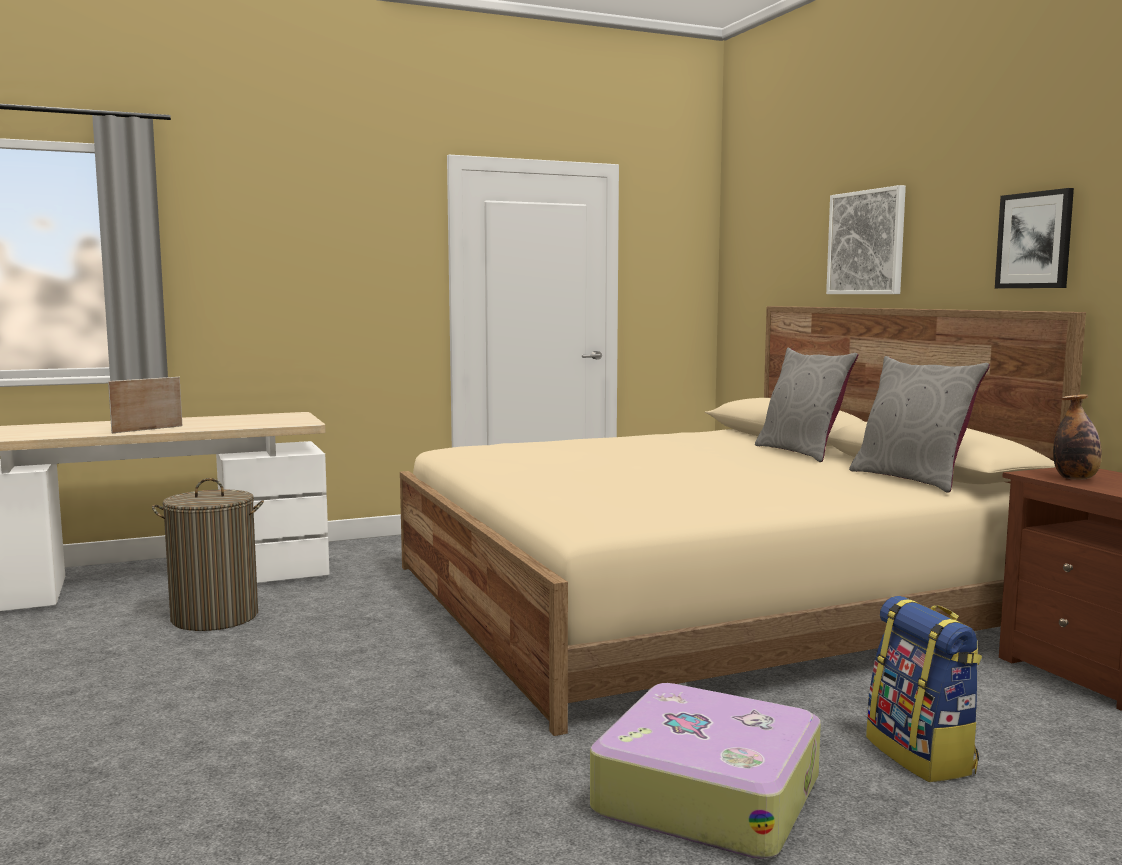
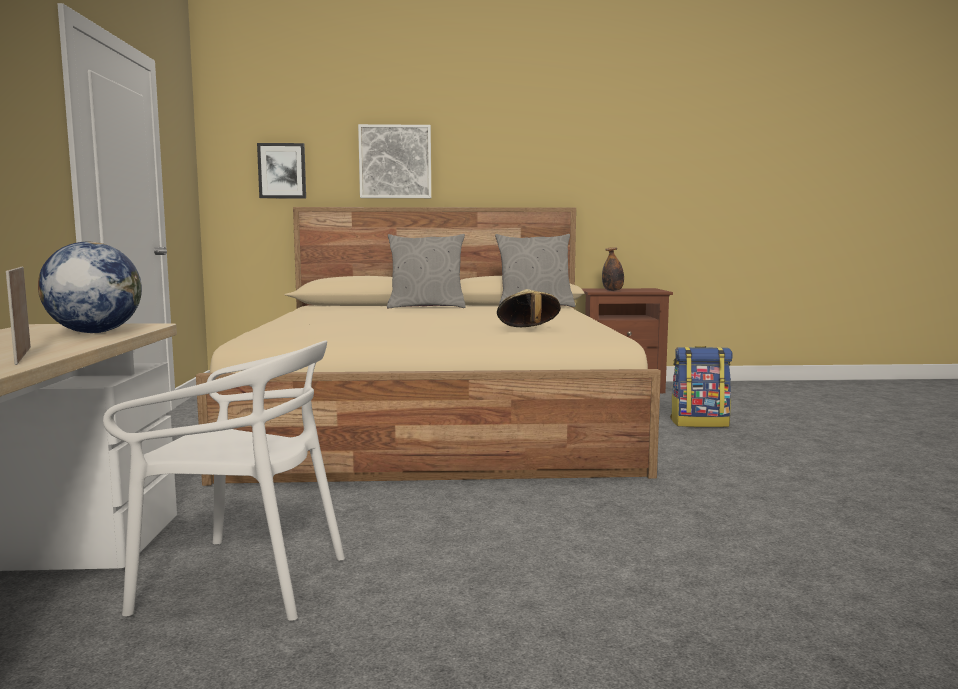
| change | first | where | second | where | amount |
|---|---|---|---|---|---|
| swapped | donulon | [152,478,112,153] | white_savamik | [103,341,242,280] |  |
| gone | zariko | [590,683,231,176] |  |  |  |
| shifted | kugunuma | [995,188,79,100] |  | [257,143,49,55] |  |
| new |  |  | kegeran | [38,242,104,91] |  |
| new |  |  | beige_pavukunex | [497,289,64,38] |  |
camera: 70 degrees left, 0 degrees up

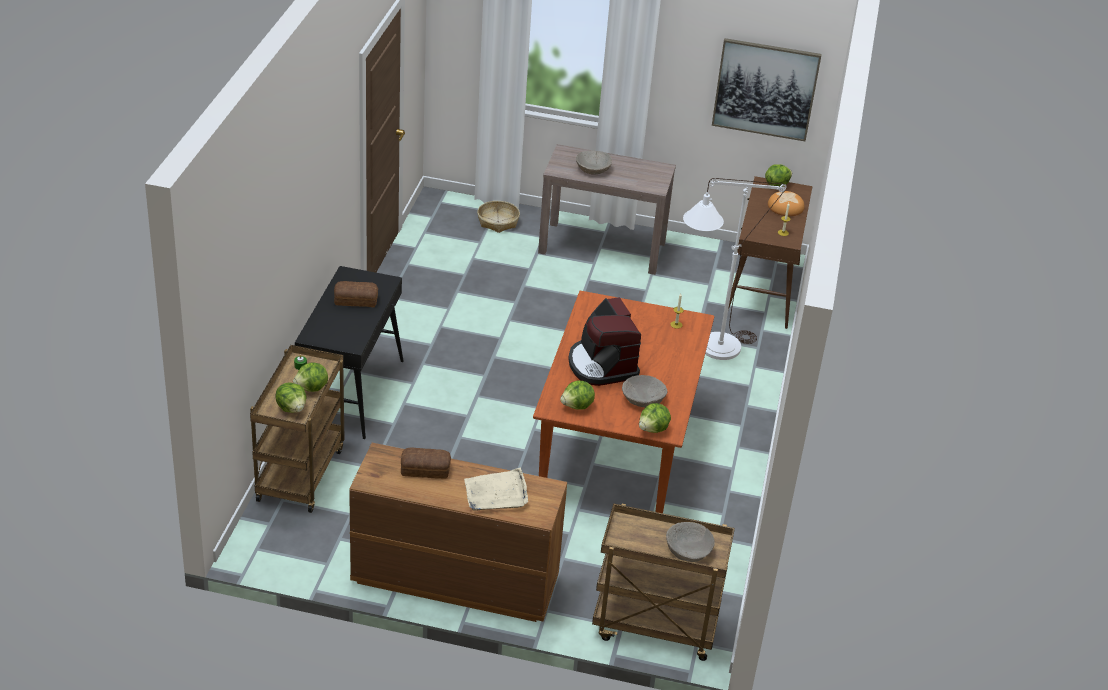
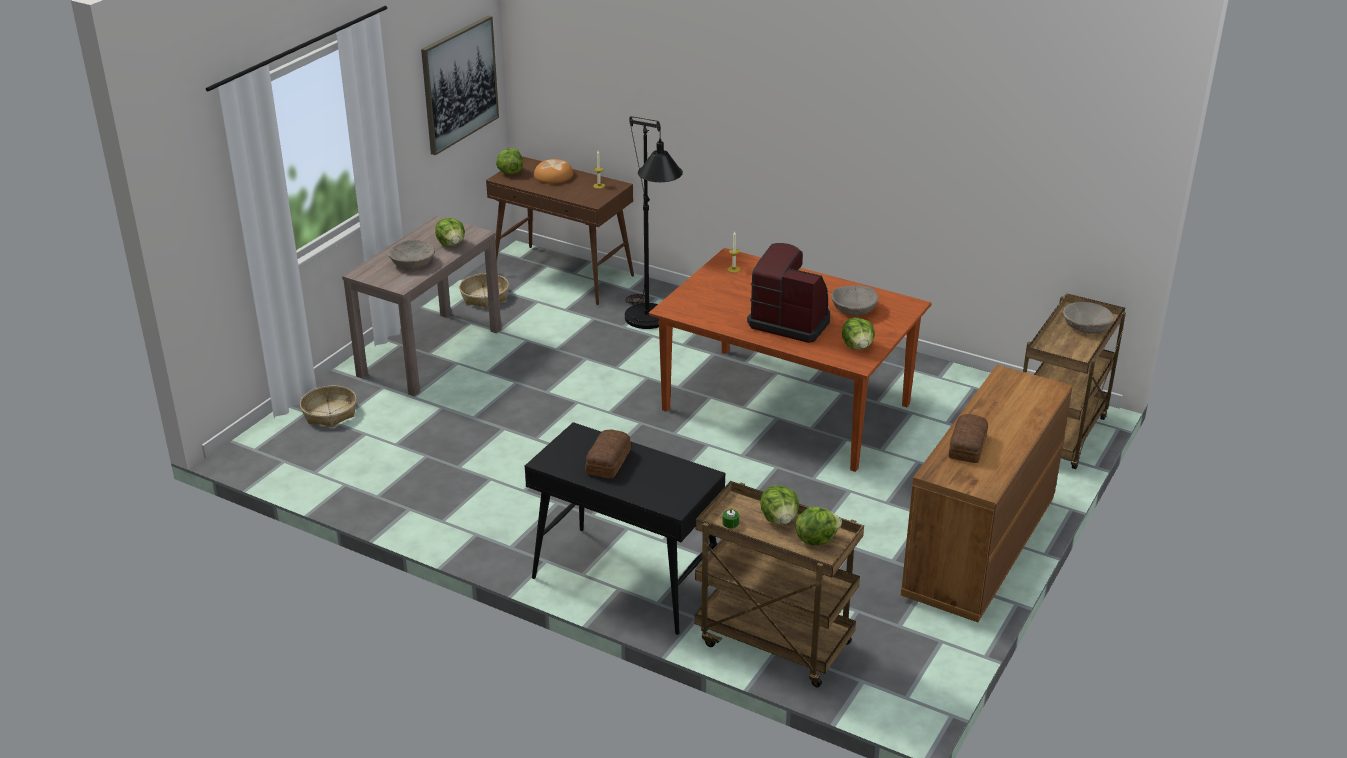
| change | first | where | second | where | amount |
|---|---|---|---|---|---|
| gone | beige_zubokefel | [464,468,64,42] |  |  |  |
| rotated | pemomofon | [568,297,73,89] |  | [747,243,83,100] | 150 degrees counterclockwise |
| shifted | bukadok | [639,403,32,30] |  | [435,218,30,28] |  |
| repainted | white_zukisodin | [683,178,104,182] | black_zukisodin | [625,116,58,213] |  |
| new |  |  | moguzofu | [459,273,50,35] |  |
camera: 70 degrees left, 5 degrees down

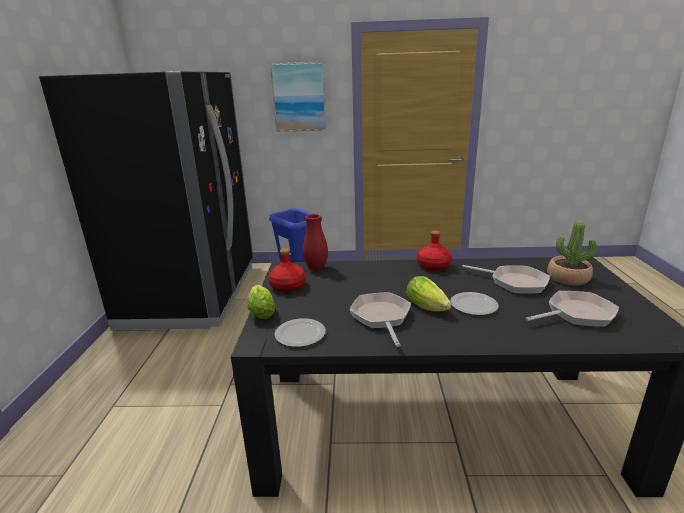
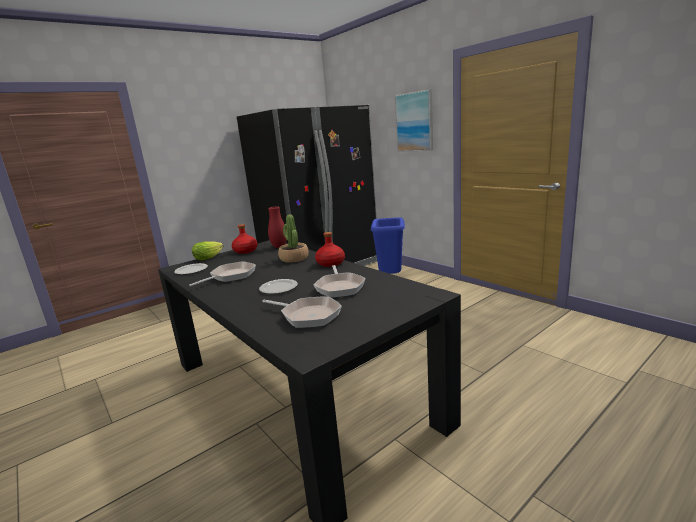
| change | first | where | second | where | amount |
|---|---|---|---|---|---|
| gone | bukadok | [406,276,46,35] |  |  |  |
| shifted | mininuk | [547,221,50,64] |  | [278,214,31,49] |  |
camera: 50 degrees right, 5 degrees down

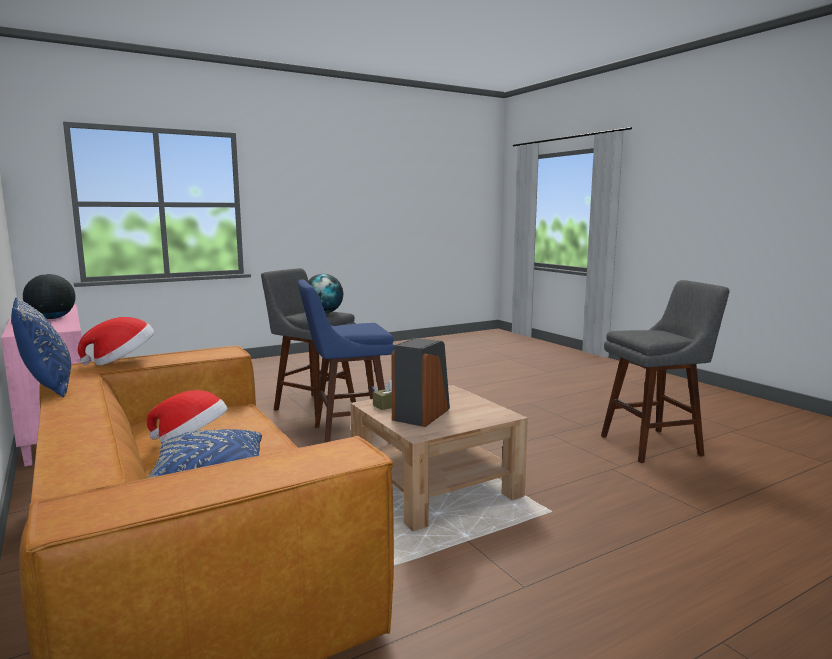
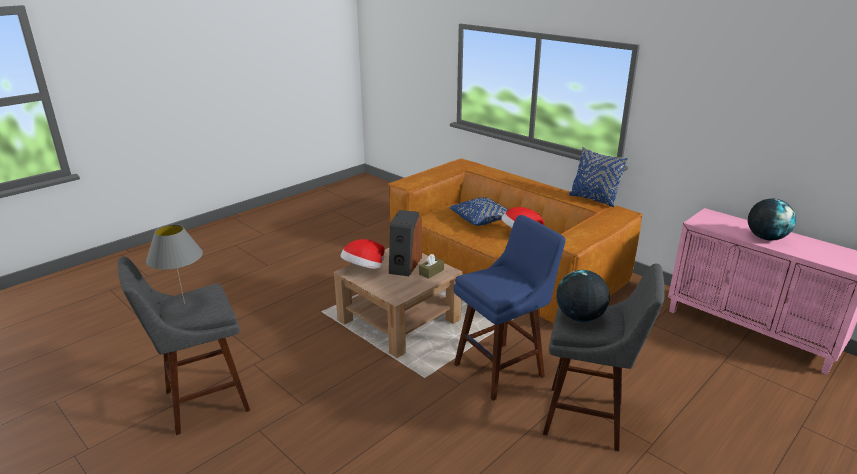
| change | first | where | second | where | amount |
|---|---|---|---|---|---|
| shifted | pavukunex | [78,317,76,48] |  | [340,239,45,30] |  |
| new |  |  | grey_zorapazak | [146,224,57,80] |  |
camera: 165 degrees right, 15 degrees up

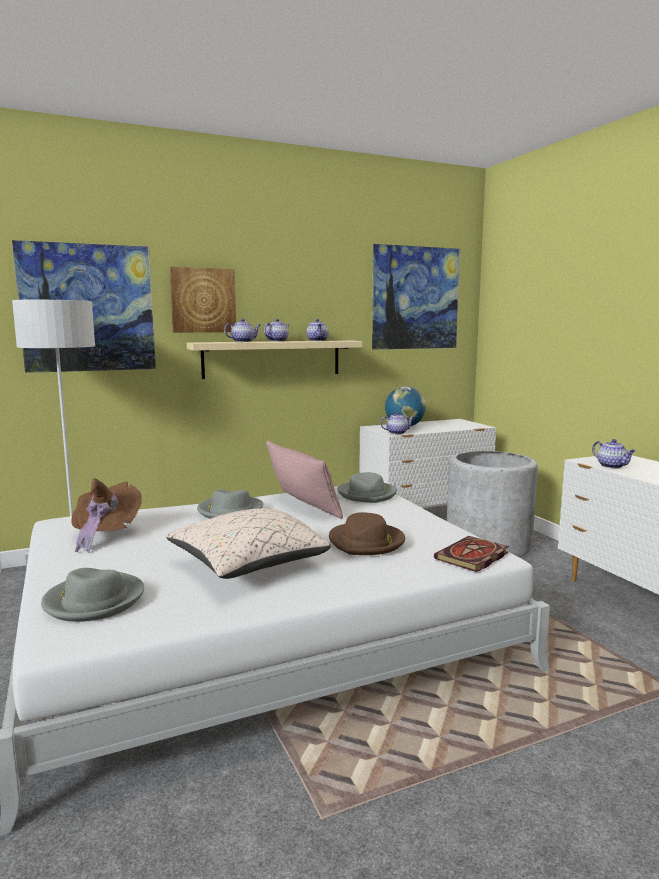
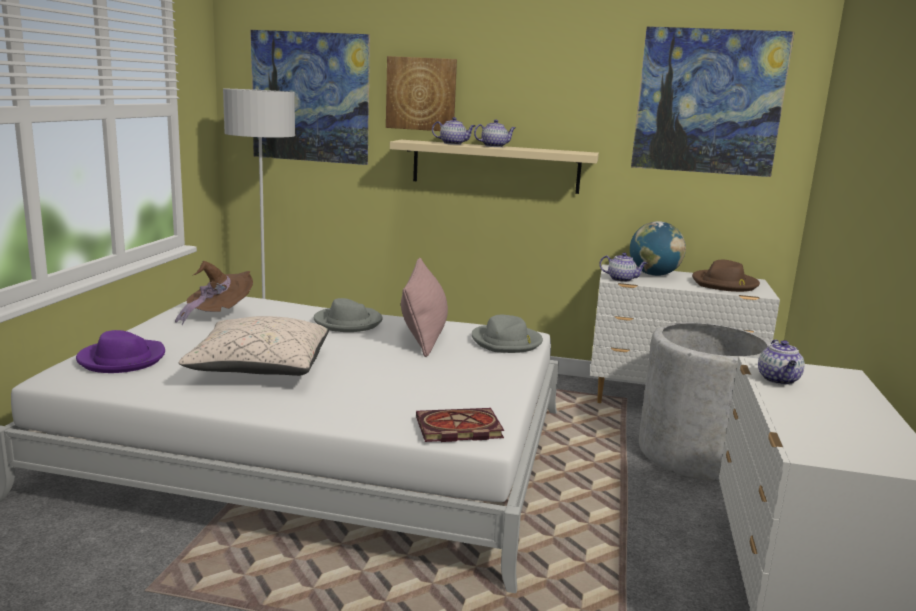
| change | first | where | second | where | amount |
|---|---|---|---|---|---|
| repainted | grey_pavukunex | [41,568,103,54] | purple_pavukunex | [76,330,89,43] |  |
| gone | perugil | [306,319,23,22] |  |  |  |
| shifted | brown_pavukunex | [329,512,76,43] |  | [692,260,68,32] |  |
camera: 35 degrees right, 5 degrees up

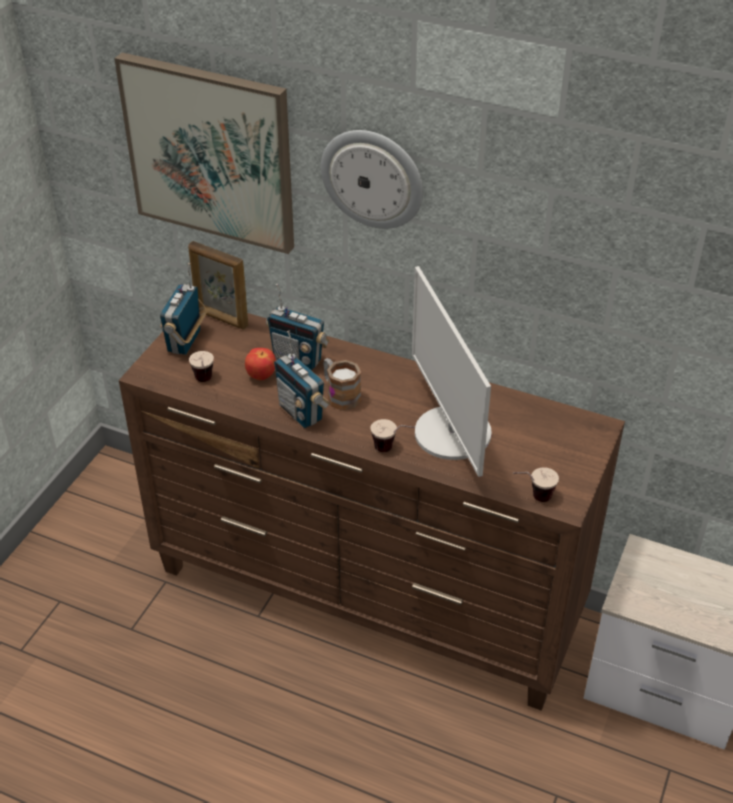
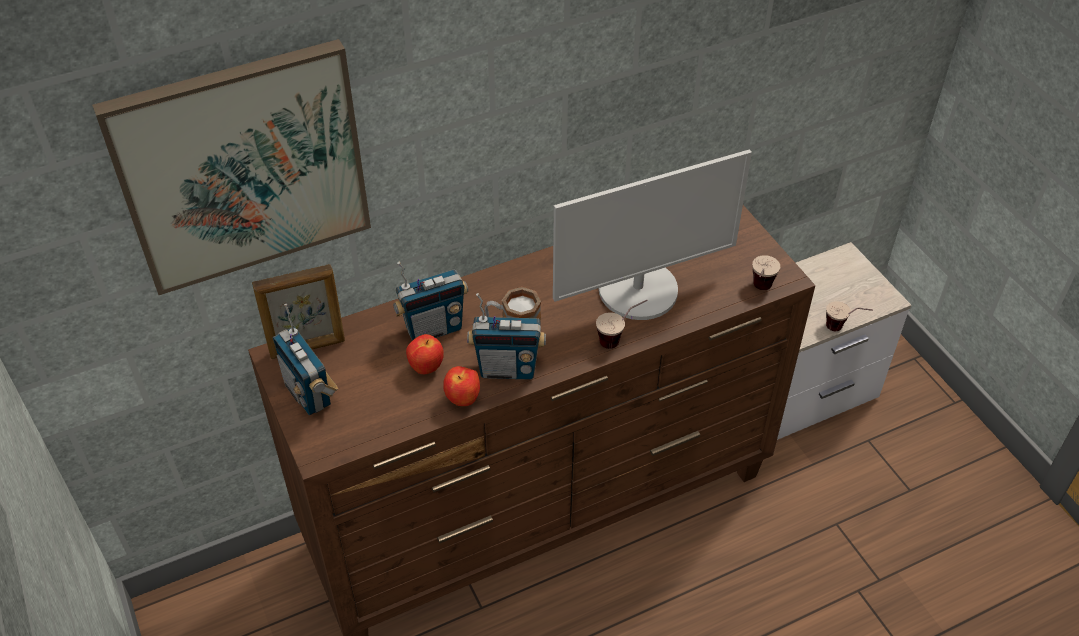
| change | first | where | second | where | amount |
|---|---|---|---|---|---|
| shifted | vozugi | [189,351,25,31] |  | [826,301,47,30] |  |
| gone | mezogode | [321,130,102,99] |  |  |  |
| rotated | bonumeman | [412,266,79,211] |  | [553,149,199,171] | 45 degrees counterclockwise |
| new |  |  | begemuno | [443,366,37,40] |  |
camera: 50 degrees left, 5 degrees up

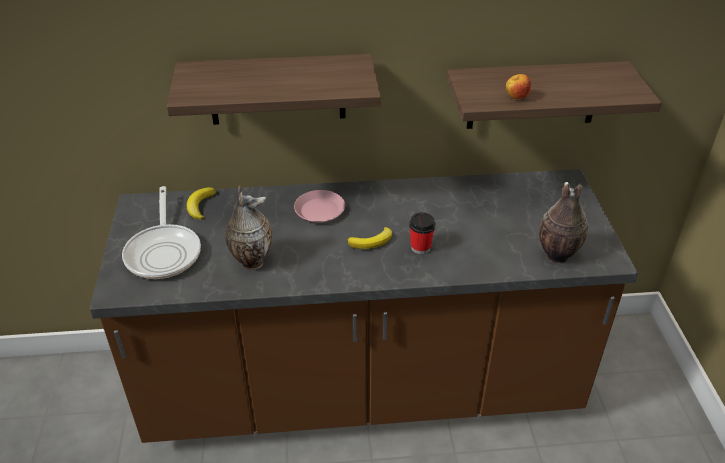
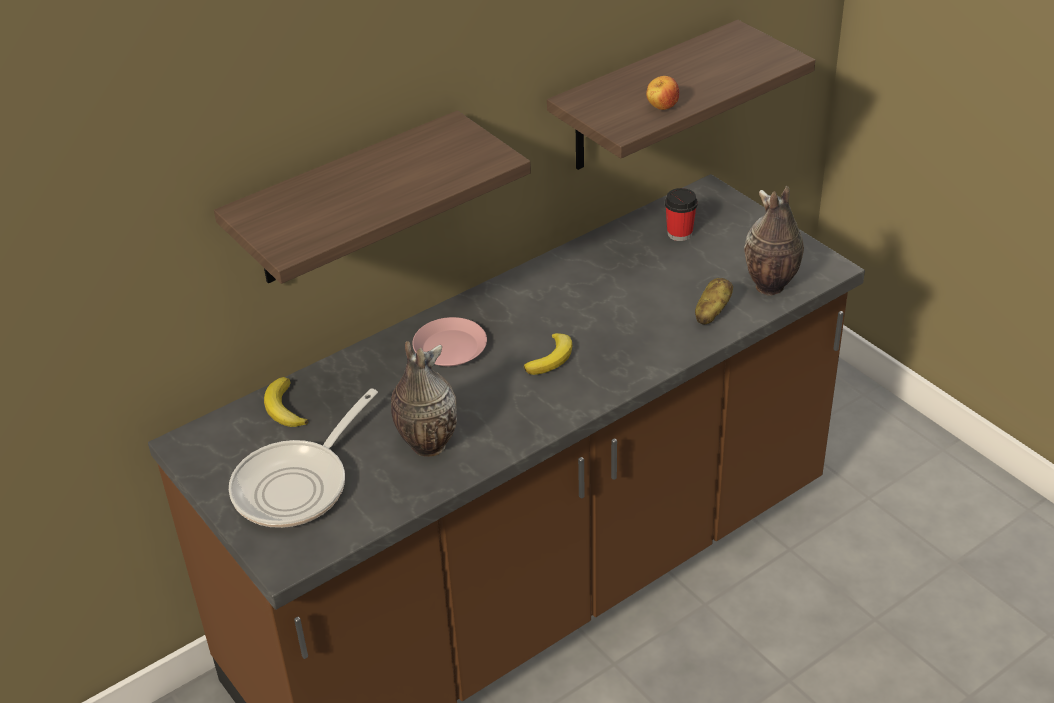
| change | first | where | second | where | amount |
|---|---|---|---|---|---|
| rotated | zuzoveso | [122,186,79,93] |  | [229,389,149,139] | 75 degrees clockwise |
| shifted | vozugi | [409,212,27,42] |  | [665,188,33,53] |  |
| new |  |  | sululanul | [695,278,38,46] |  |
camera: 30 degrees left, 0 degrees up

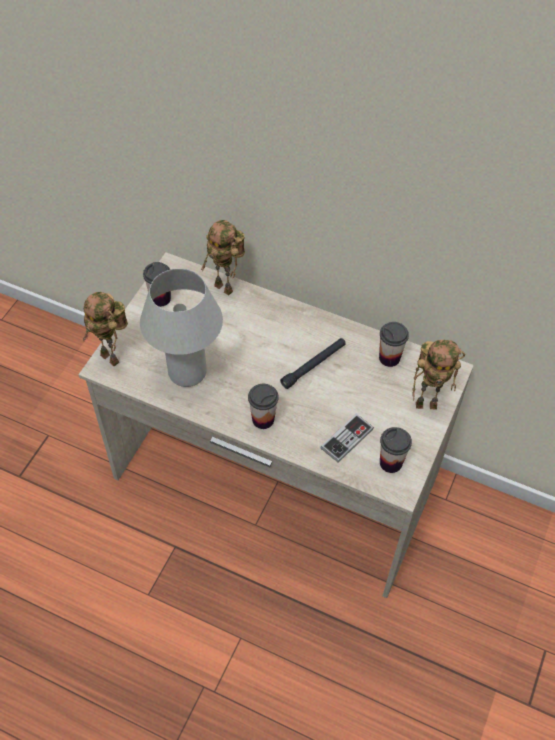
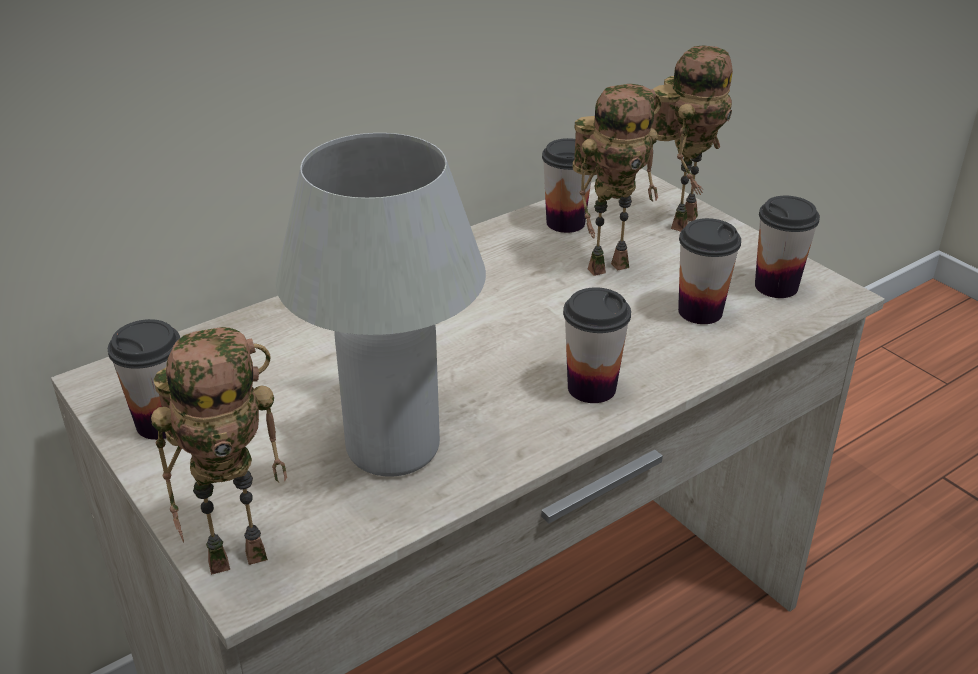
| change | first | where | second | where | amount |
|---|---|---|---|---|---|
| shifted | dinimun | [201,220,44,76] |  | [573,84,89,192] |  |
| gone | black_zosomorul | [280,338,66,51] |  |  |  |
| swapped | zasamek | [320,414,54,49] | vozugi | [678,218,63,106] |  |
camera: 60 degrees left, 20 degrees down

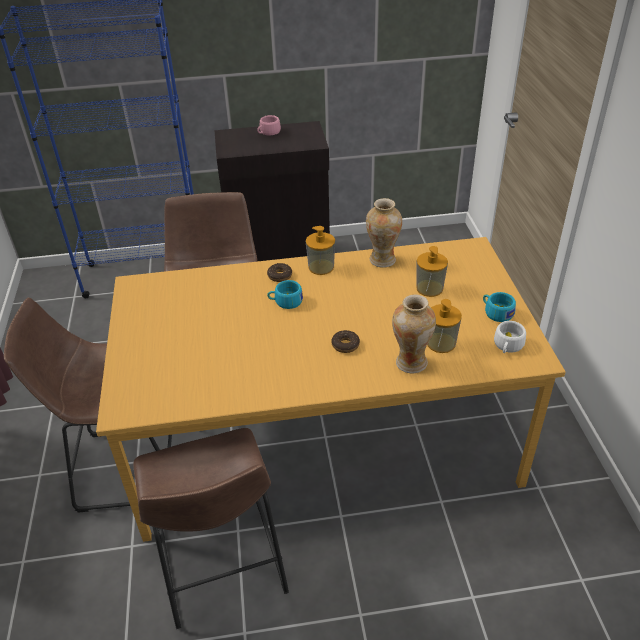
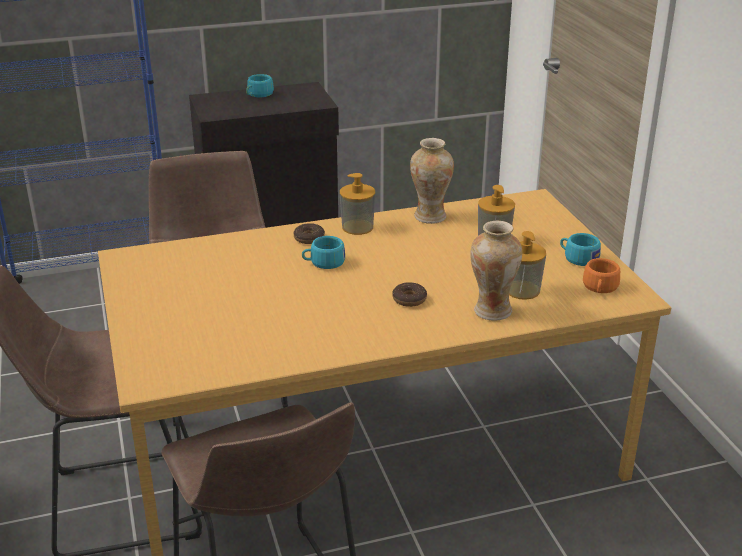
| change | first | where | second | where | amount |
|---|---|---|---|---|---|
| repainted | pink_vozugi | [257,115,24,20] | turquoise_vozugi | [246,74,28,23] |  |
| repainted | white_vozugi | [494,321,32,32] | orange_vozugi | [583,258,37,35] |  |
camera: 10 degrees left, 10 degrees down

